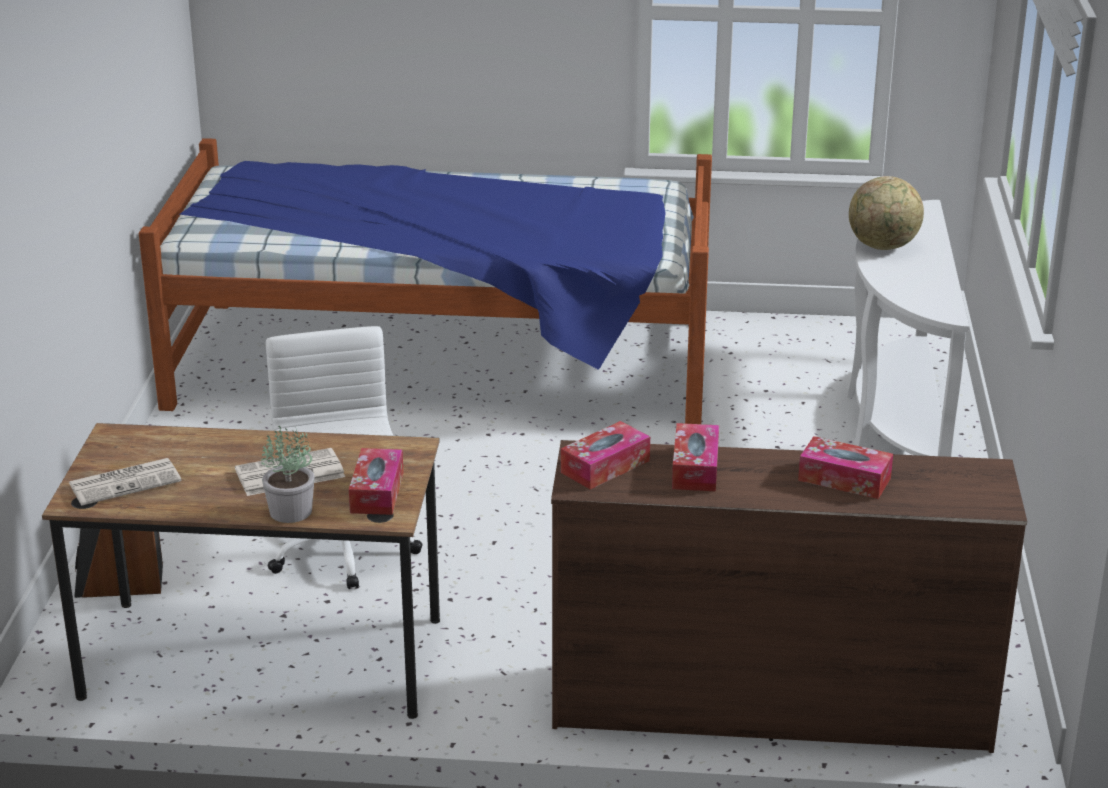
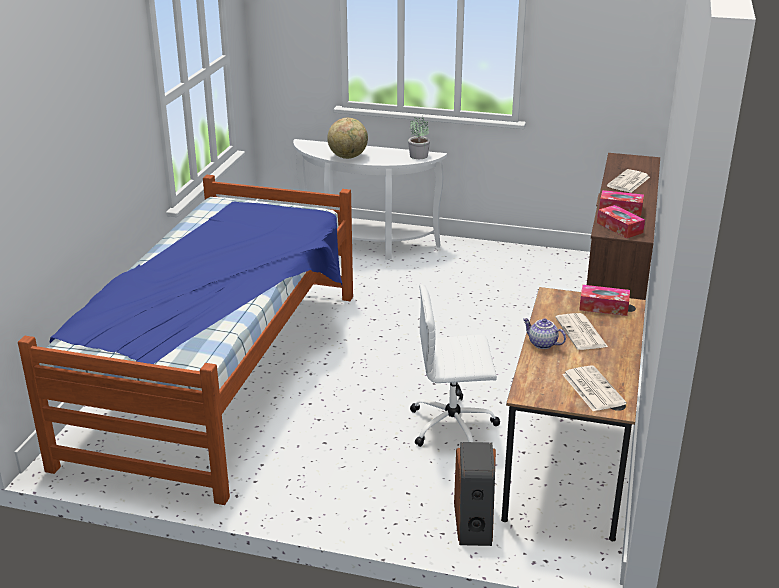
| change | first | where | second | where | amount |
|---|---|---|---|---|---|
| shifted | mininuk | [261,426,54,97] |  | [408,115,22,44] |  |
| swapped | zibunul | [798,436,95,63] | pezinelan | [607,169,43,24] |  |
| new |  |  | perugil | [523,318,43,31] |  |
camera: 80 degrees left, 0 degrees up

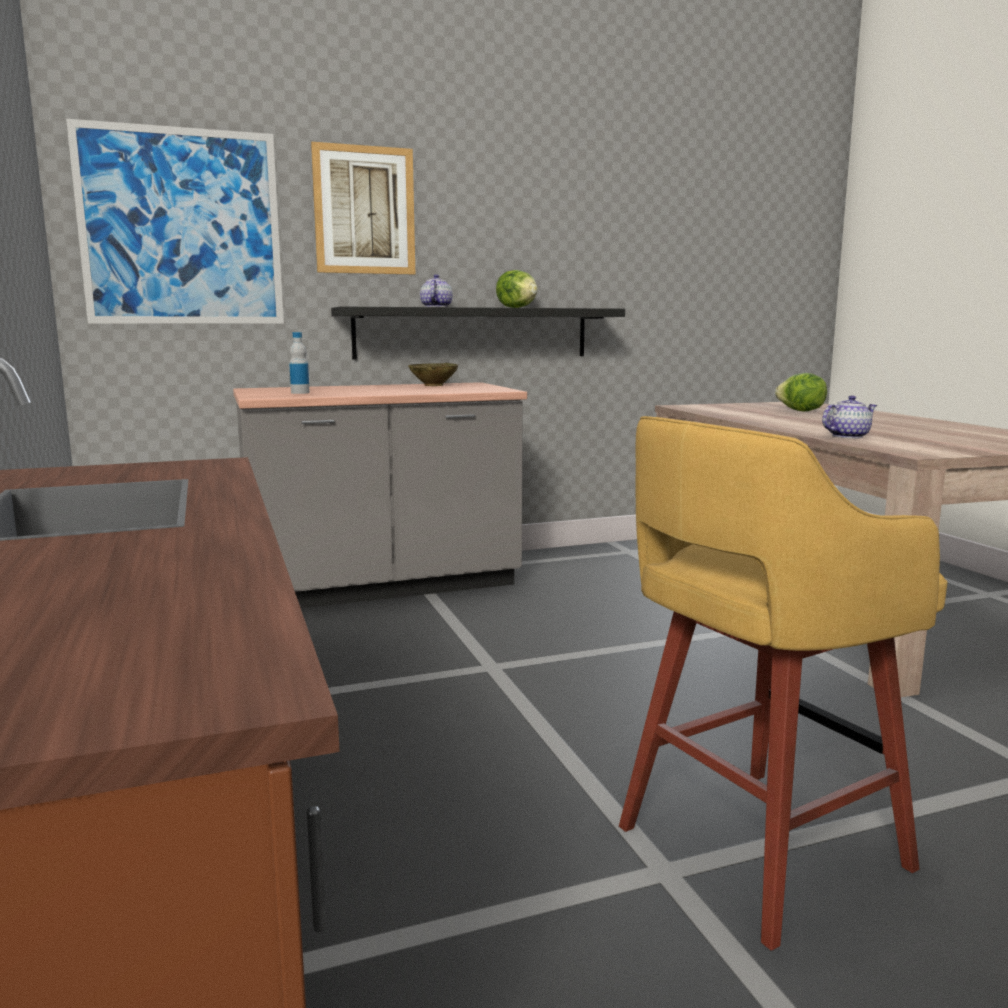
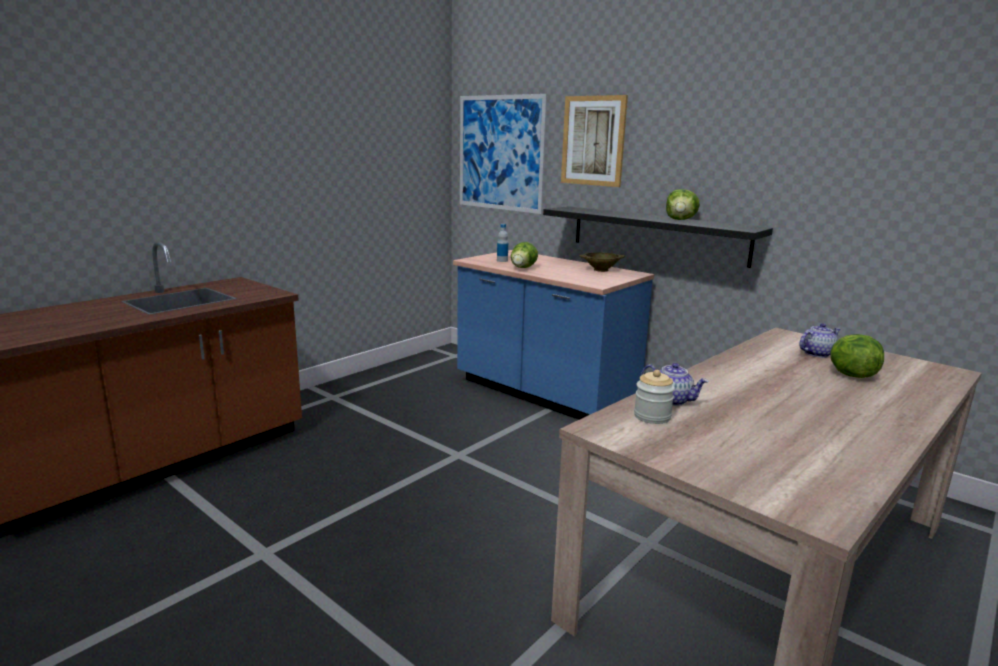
| change | first | where | second | where | amount |
|---|---|---|---|---|---|
| repainted | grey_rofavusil | [233,382,294,226] | blue_rofavusil | [453,250,201,170] |  |
| shifted | perugil | [420,274,33,33] |  | [799,323,41,35] |  |
| gone | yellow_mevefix | [619,416,329,535] |  |  |  |
| new |  |  | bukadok | [511,242,27,26] |  |
| new |  |  | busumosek | [634,370,41,54] |  |
camera: 60 degrees right, 5 degrees up

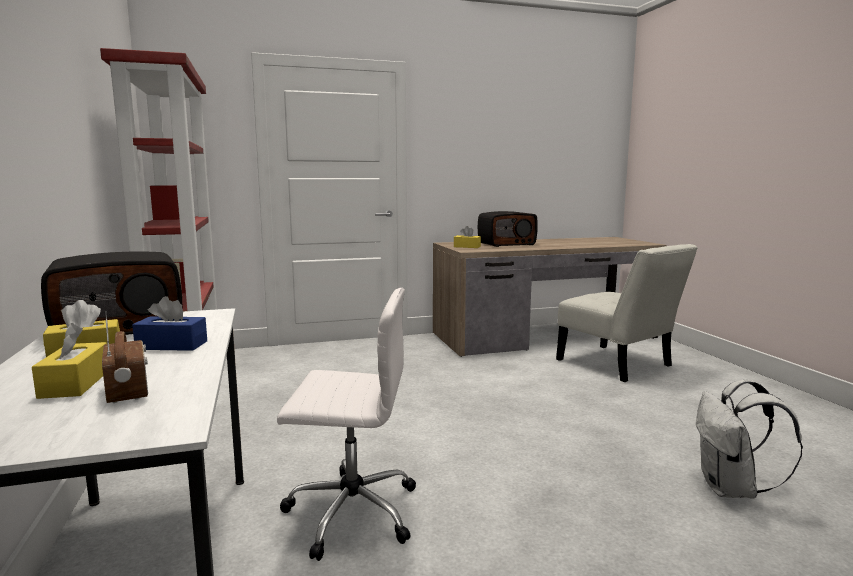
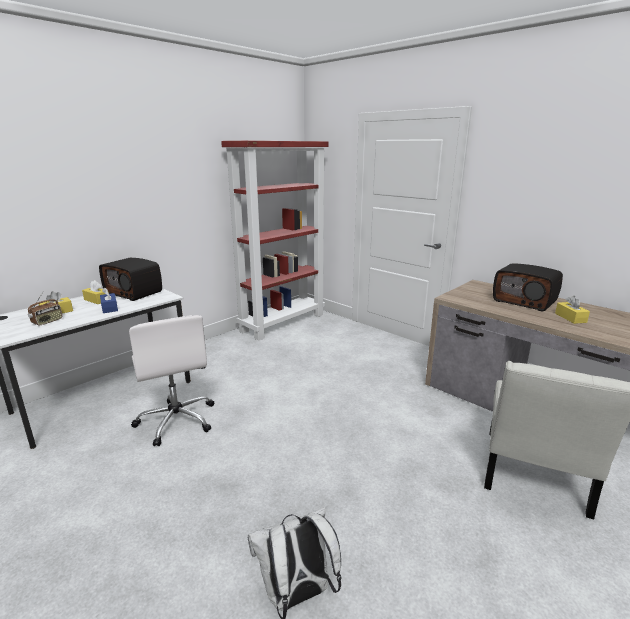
| change | first | where | second | where | amount |
|---|---|---|---|---|---|
| shifted | yellow_zibunul | [454,226,27,22] |  | [555,296,35,28] |  |
camera: 60 degrees right, 10 degrees up

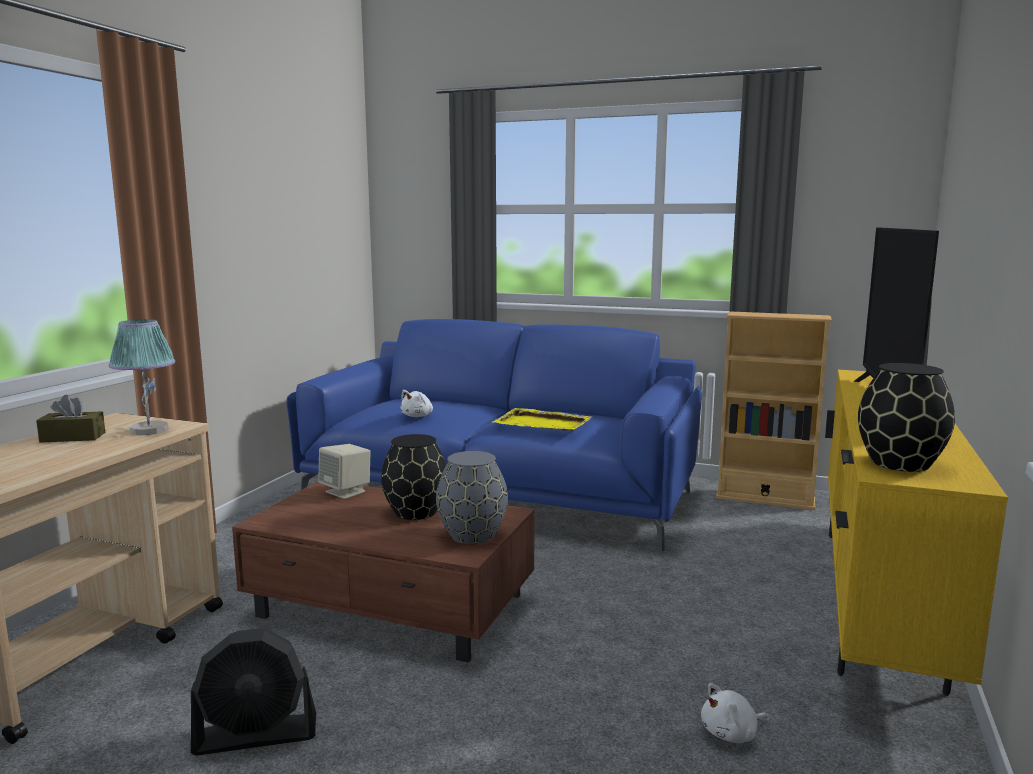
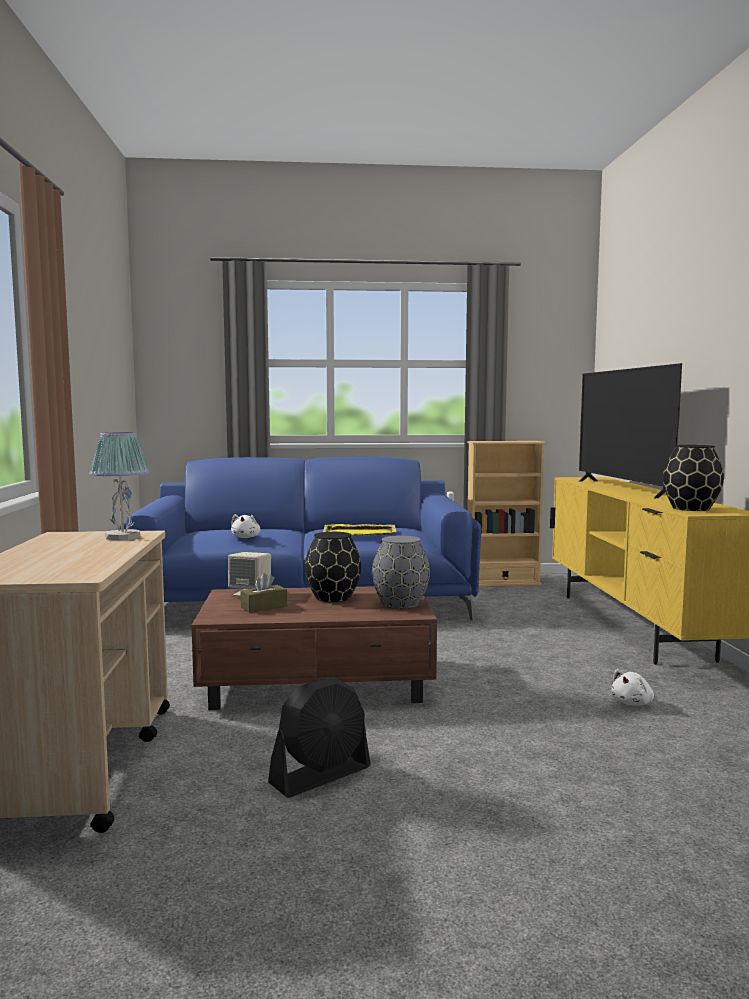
| change | first | where | second | where | amount |
|---|---|---|---|---|---|
| shifted | brown_zibunul | [36,395,69,48] |  | [241,573,46,40] |  |
camera: 25 degrees left, 5 degrees down

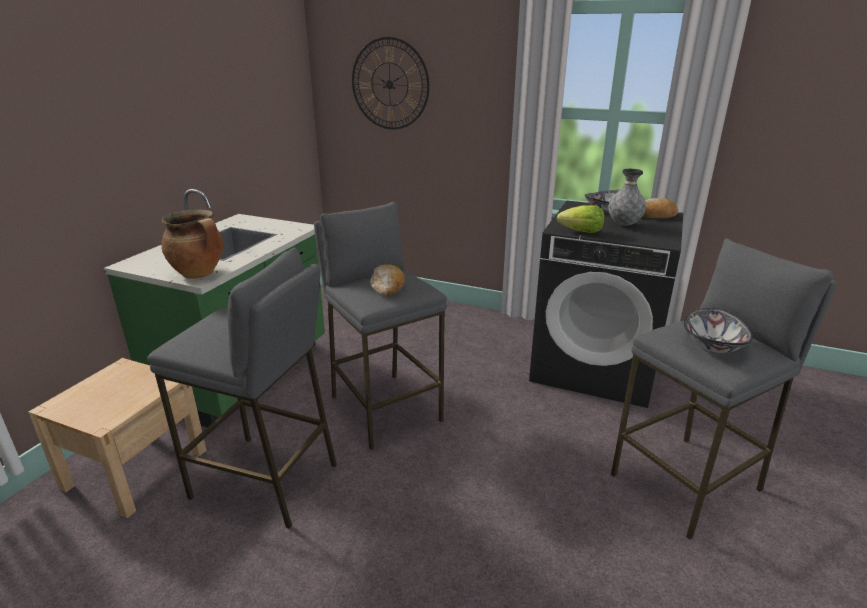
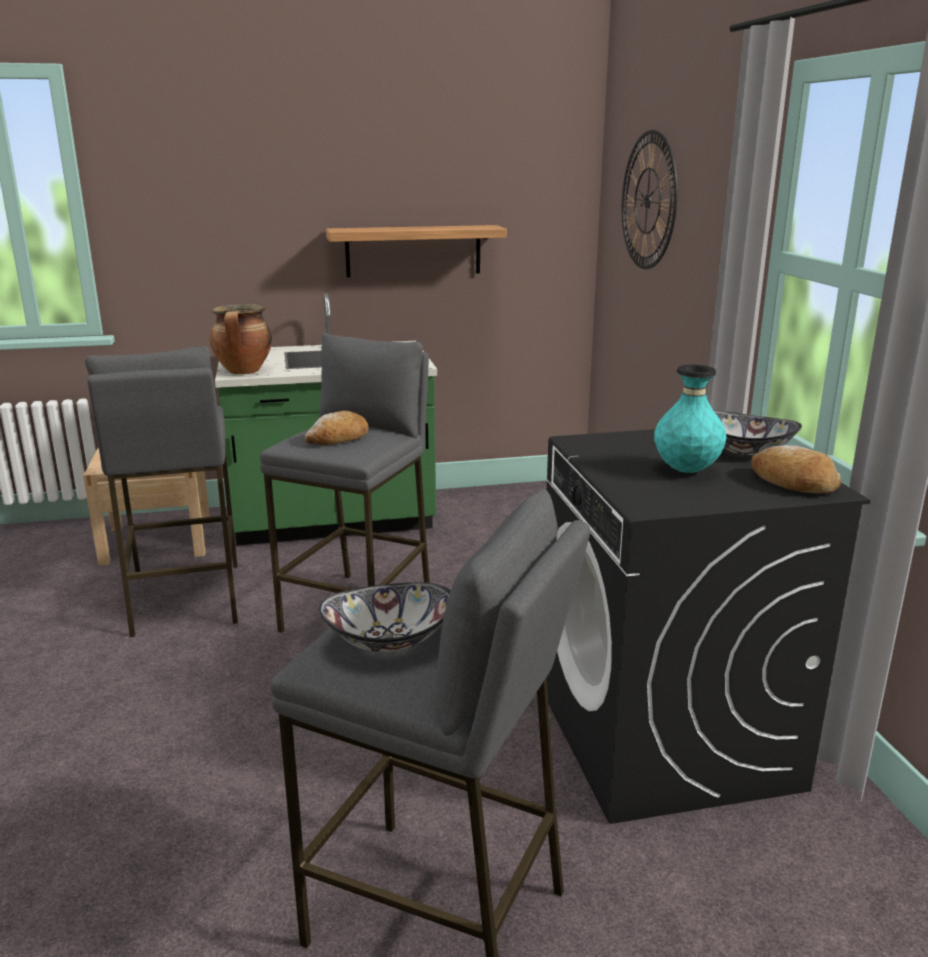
| change | first | where | second | where | amount |
|---|---|---|---|---|---|
| gone | bukadok | [557,205,48,28] |  |  |  |
| repainted | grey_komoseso | [608,169,38,57] | turquoise_komoseso | [654,365,73,108] |  |
| new |  |  | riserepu | [326,225,181,52] |  |
camera: 55 degrees right, 5 degrees down

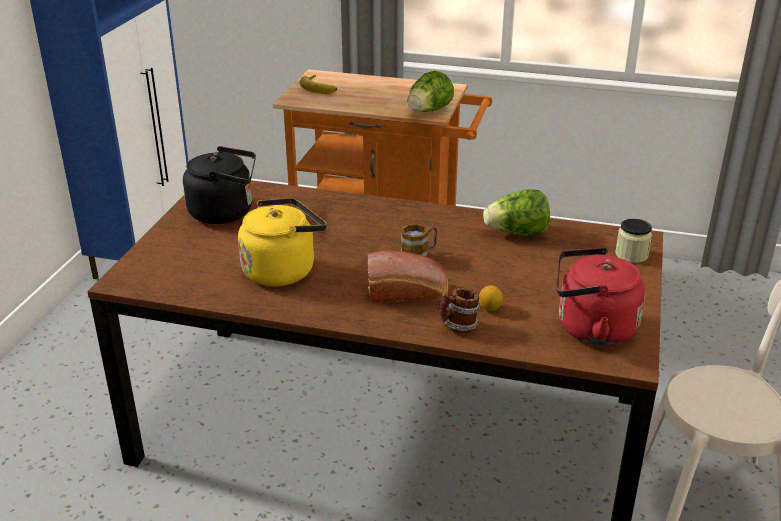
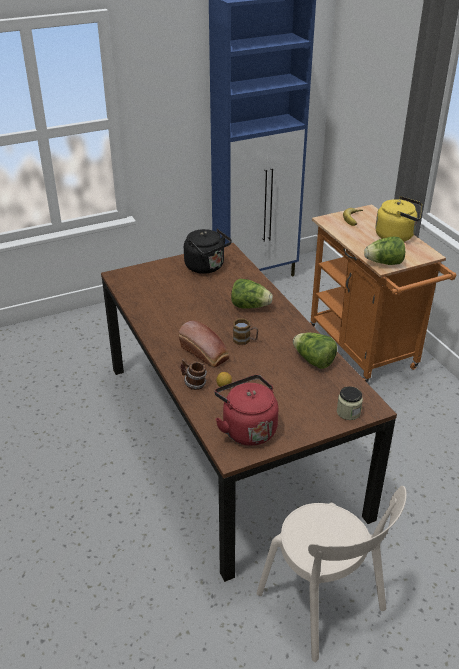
| change | first | where | second | where | amount |
|---|---|---|---|---|---|
| shifted | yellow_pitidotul | [238,198,89,88] |  | [375,196,47,46] |  |
| new |  |  | bukadok | [231,279,42,29] |  |
camera: 50 degrees right, 5 degrees up

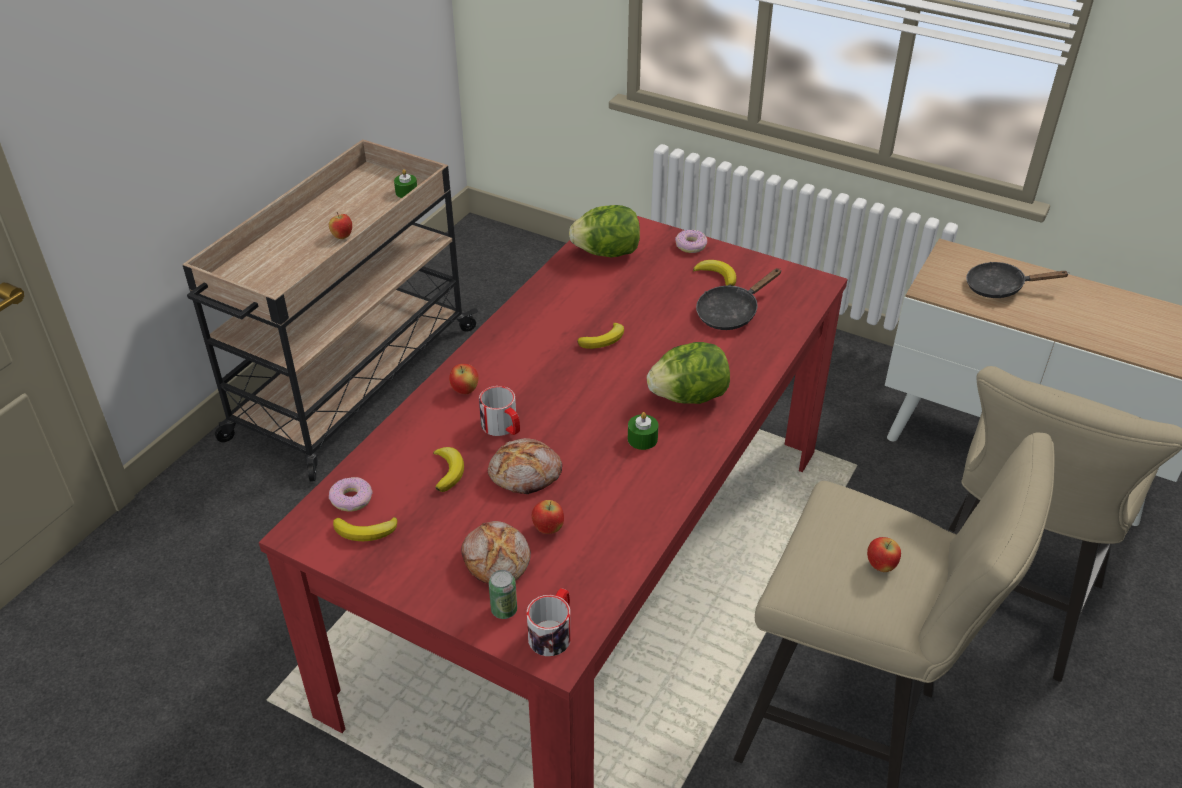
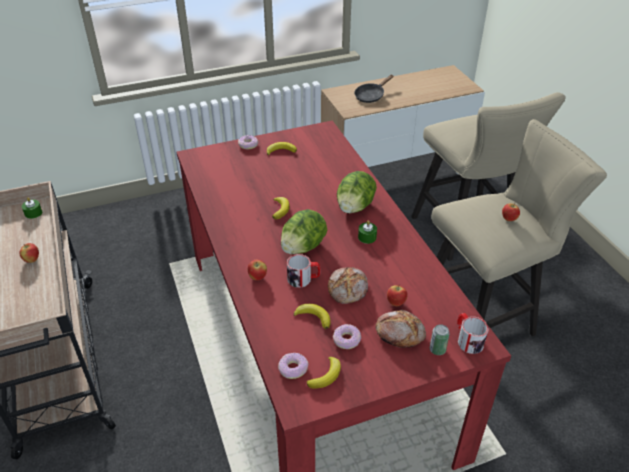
| change | first | where | second | where | amount |
|---|---|---|---|---|---|
| shifted | bukadok | [569,205,71,53] |  | [281,209,46,45] |  |
| gone | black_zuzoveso | [696,268,86,62] |  |  |  |
| new |  |  | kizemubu | [333,324,28,25] |  |
camera: 50 degrees left, 0 degrees up

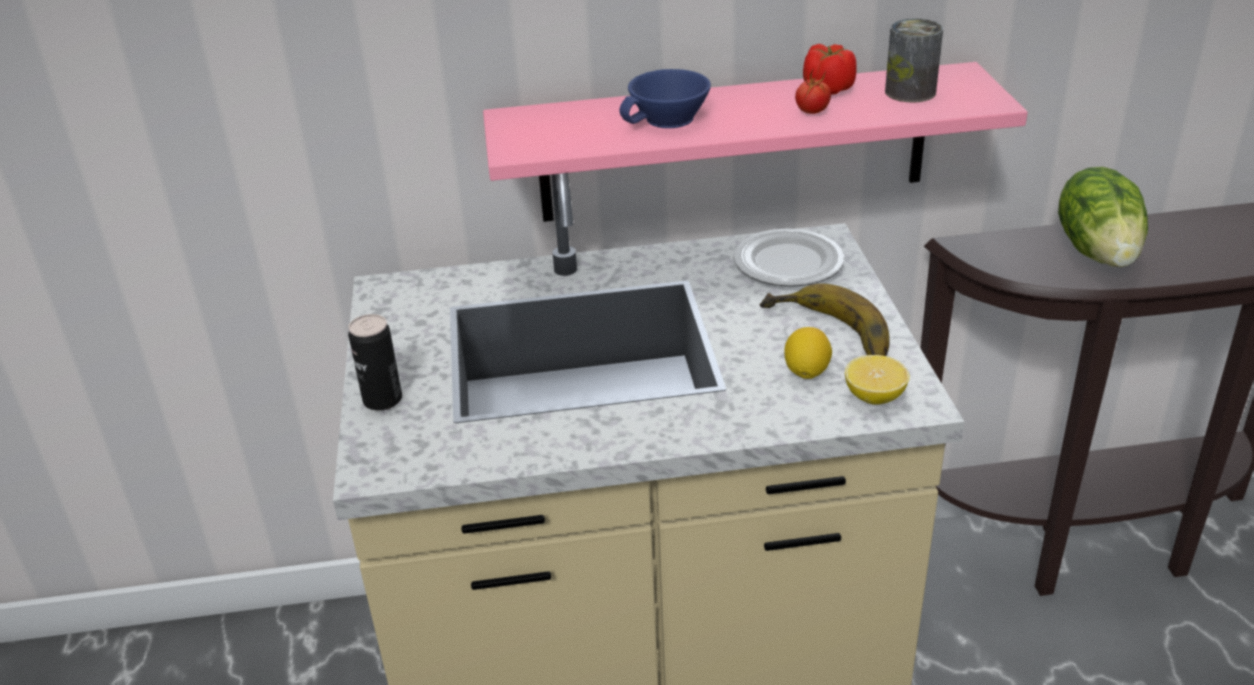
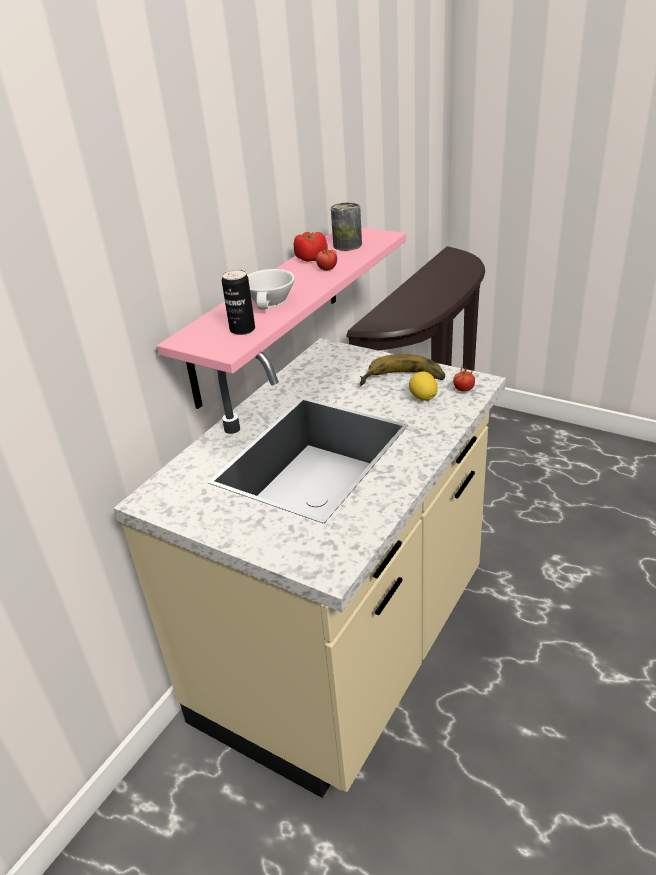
| change | first | where | second | where | amount |
|---|---|---|---|---|---|
| shifted | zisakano | [348,314,54,97] |  | [222,269,33,66] |  |
| repainted | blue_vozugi | [619,69,92,59] | white_vozugi | [247,269,48,41] |  |
| gone | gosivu | [733,229,112,58] |  |  |  |
| swapped | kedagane | [845,355,65,50] | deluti | [453,366,22,26] |  |
| gone | bukadok | [1058,167,90,100] |  |  |  |
camera: 50 degrees left, 0 degrees up

